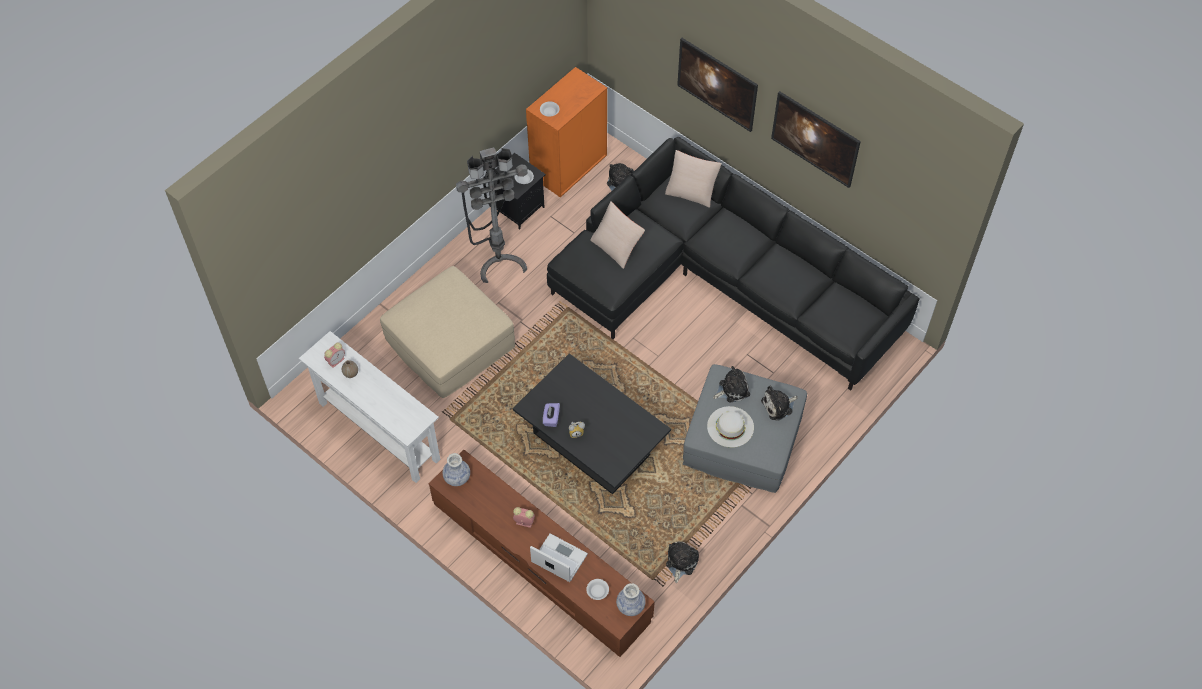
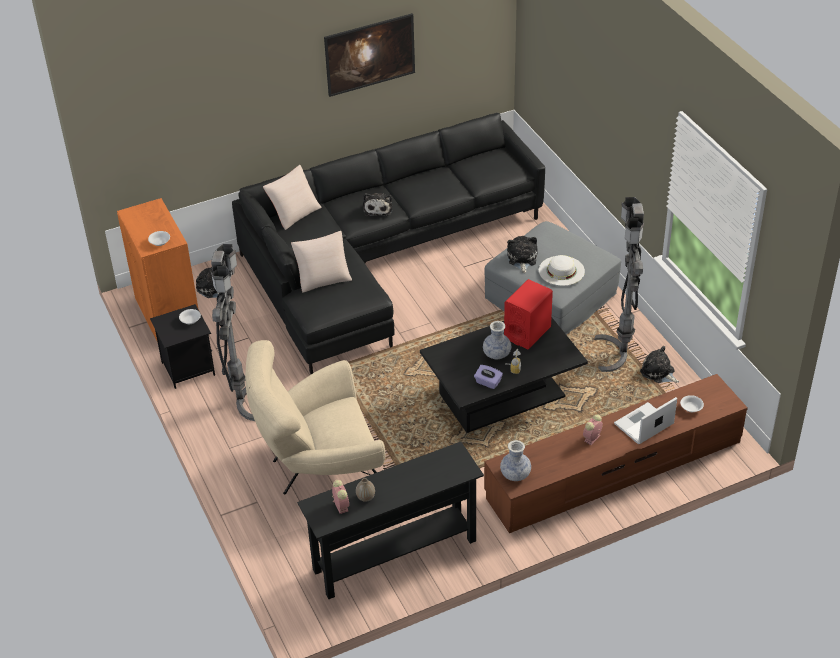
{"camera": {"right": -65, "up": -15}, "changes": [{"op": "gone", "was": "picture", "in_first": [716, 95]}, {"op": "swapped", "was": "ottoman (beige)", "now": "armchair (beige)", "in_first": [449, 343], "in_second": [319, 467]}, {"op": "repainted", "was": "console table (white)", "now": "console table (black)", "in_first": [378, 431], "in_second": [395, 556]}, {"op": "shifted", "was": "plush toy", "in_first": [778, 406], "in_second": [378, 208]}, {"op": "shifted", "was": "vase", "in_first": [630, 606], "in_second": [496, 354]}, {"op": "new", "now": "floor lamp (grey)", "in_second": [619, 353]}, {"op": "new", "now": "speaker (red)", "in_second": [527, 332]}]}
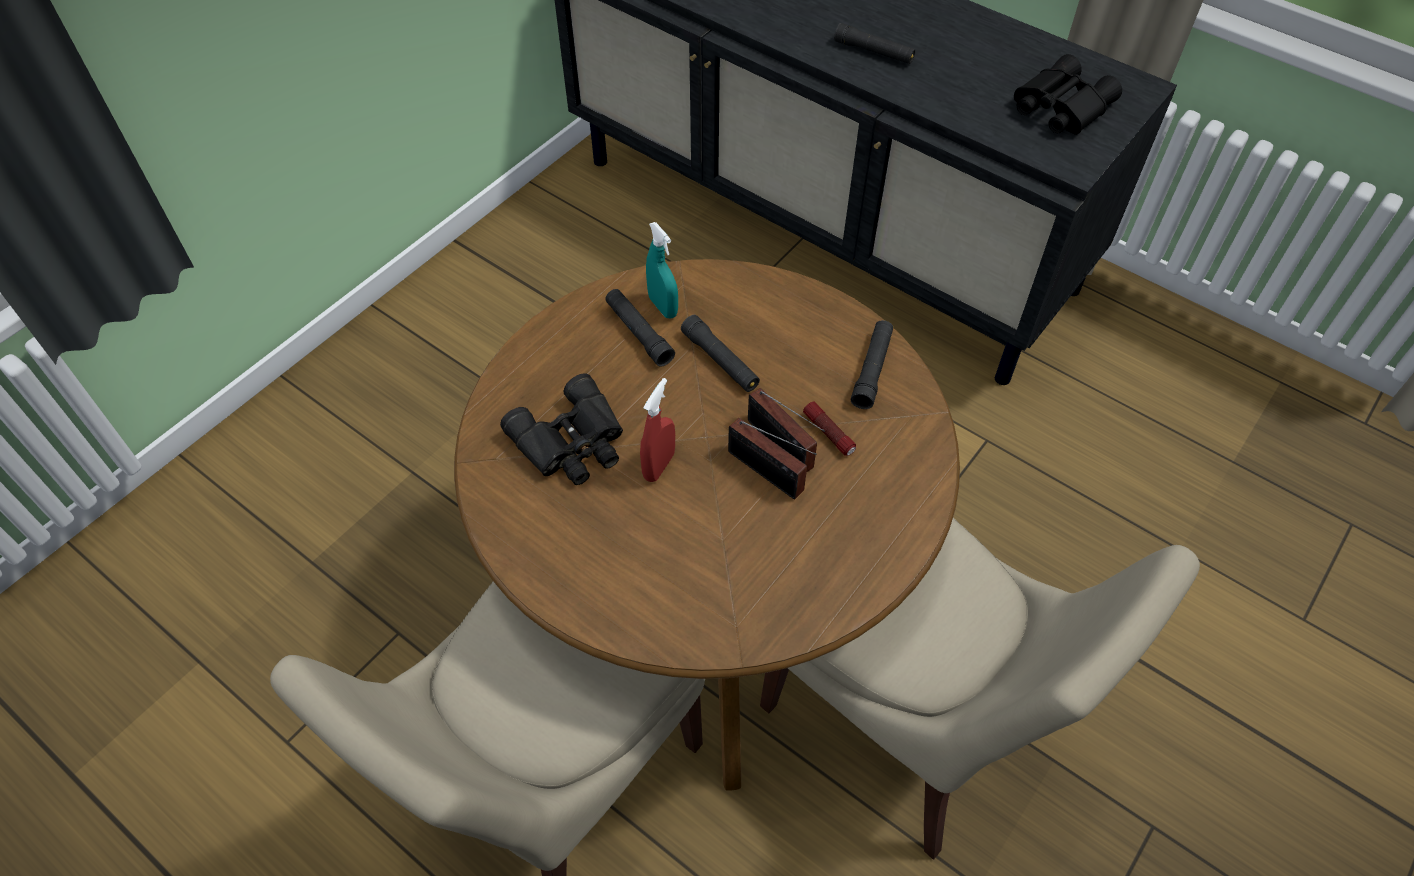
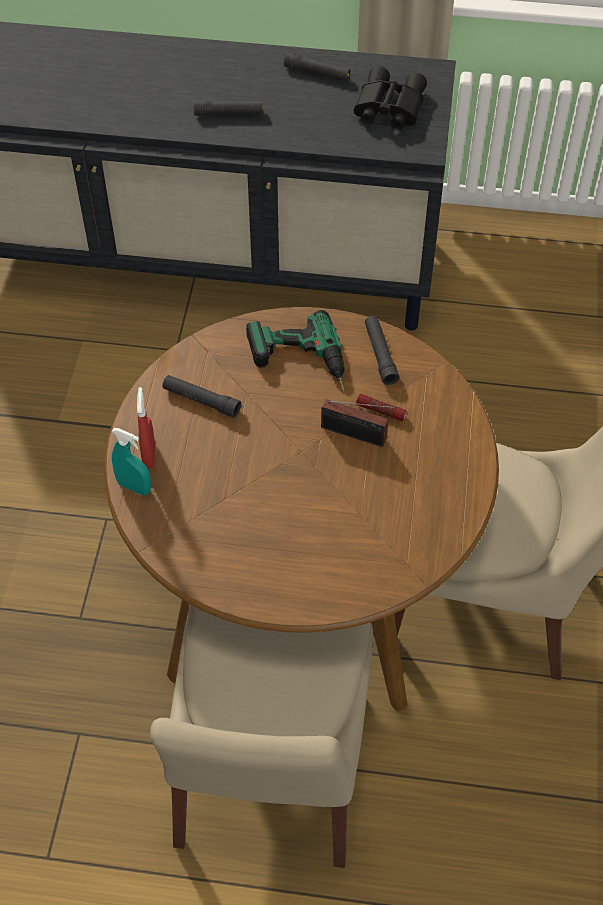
{"camera": {"right": -30, "up": 0}, "changes": [{"op": "shifted", "was": "spray bottle (turquoise)", "in_first": [663, 307], "in_second": [134, 487]}, {"op": "shifted", "was": "flashlight (black)", "in_first": [720, 361], "in_second": [317, 73]}, {"op": "gone", "was": "binoculars (black)", "in_first": [572, 443]}, {"op": "shifted", "was": "spray bottle (red)", "in_first": [659, 466], "in_second": [149, 455]}, {"op": "gone", "was": "radio", "in_first": [768, 474]}, {"op": "new", "now": "power drill", "in_second": [300, 364]}]}
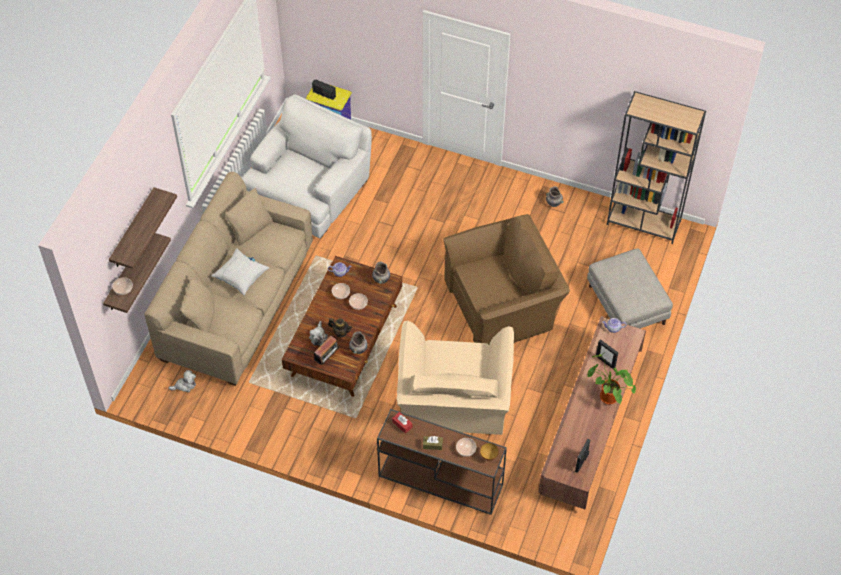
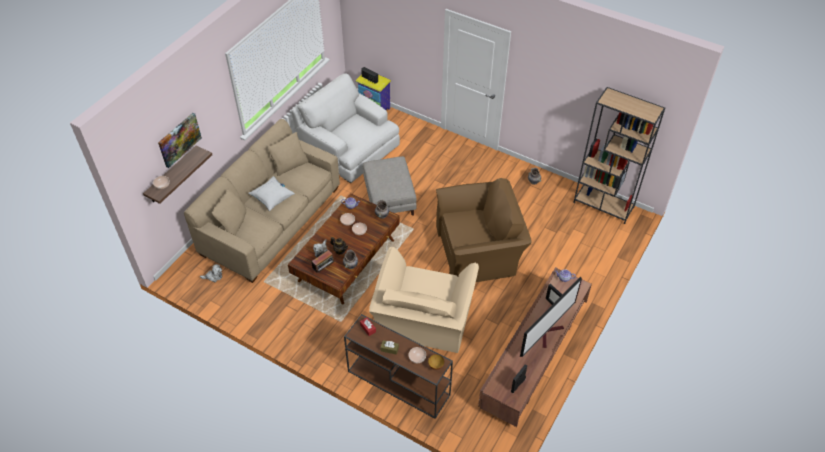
{"camera": {"right": 10, "up": -5}, "changes": [{"op": "rotated", "was": "armchair (white)", "in_first": [309, 188], "in_second": [348, 148], "clockwise": -90}, {"op": "swapped", "was": "shelf", "now": "picture", "in_first": [133, 229], "in_second": [179, 139]}, {"op": "shifted", "was": "ottoman (grey)", "in_first": [625, 304], "in_second": [389, 198]}, {"op": "swapped", "was": "potted plant", "now": "television", "in_first": [606, 397], "in_second": [549, 333]}]}
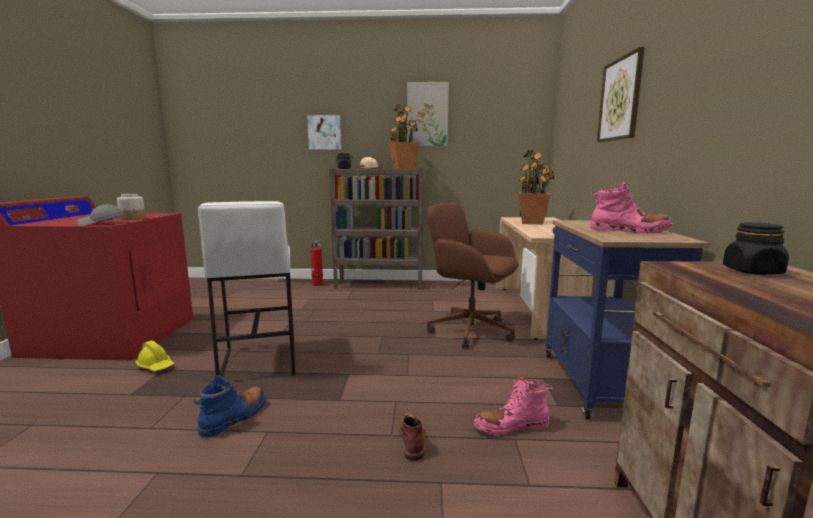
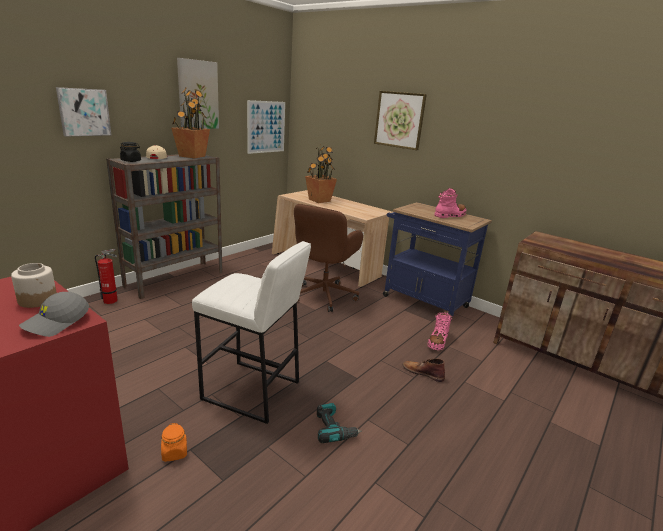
{"camera": {"right": -55, "up": 10}, "changes": [{"op": "rotated", "was": "office chair (brown)", "in_first": [471, 331], "in_second": [324, 296], "clockwise": -45}, {"op": "gone", "was": "jar (black)", "in_first": [752, 271]}, {"op": "swapped", "was": "hard hat (yellow)", "now": "jar (orange)", "in_first": [156, 366], "in_second": [174, 452]}, {"op": "swapped", "was": "boot (blue)", "now": "power drill", "in_first": [234, 417], "in_second": [334, 429]}, {"op": "new", "now": "picture", "in_second": [266, 127]}]}
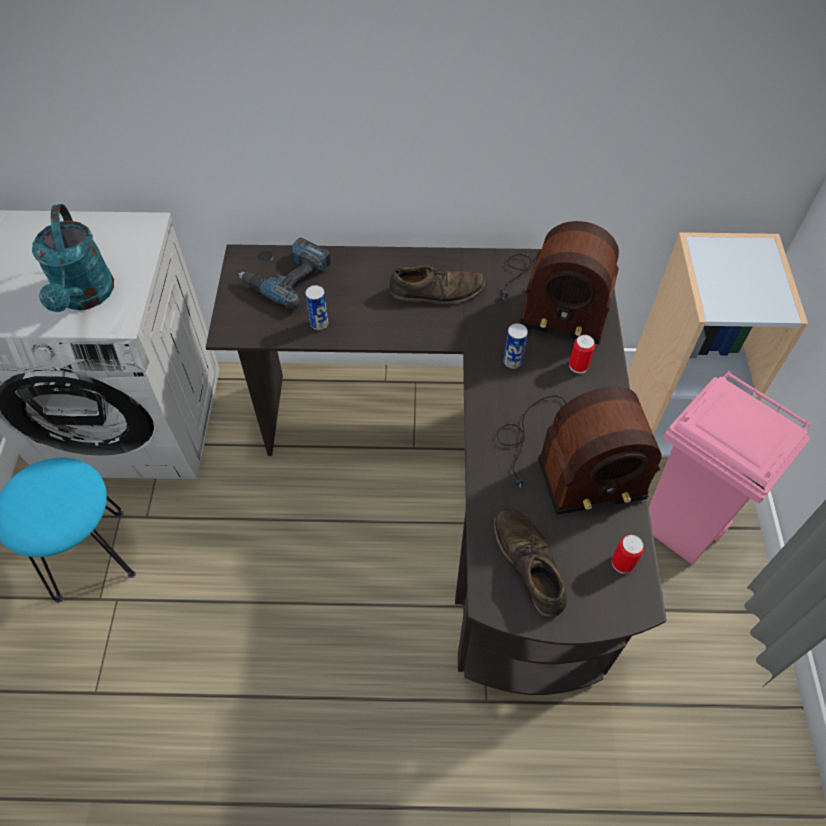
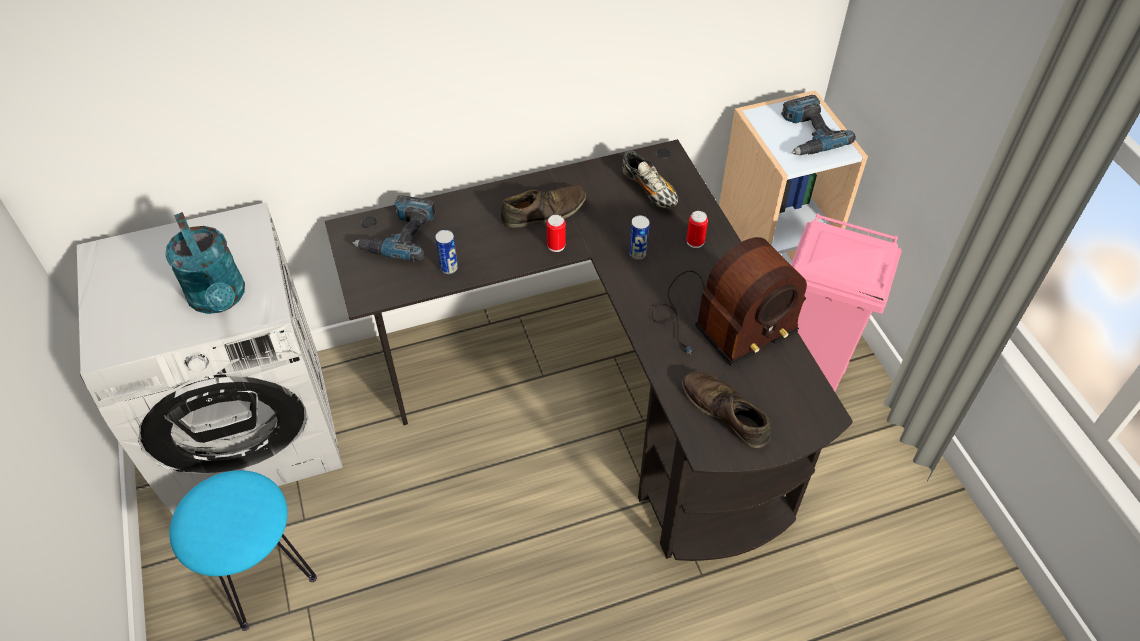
{"camera": {"right": -20, "up": -5}, "changes": [{"op": "swapped", "was": "radio", "now": "shoe", "in_first": [553, 297], "in_second": [649, 190]}, {"op": "shifted", "was": "can", "in_first": [622, 563], "in_second": [556, 245]}, {"op": "new", "now": "power drill", "in_second": [807, 134]}]}
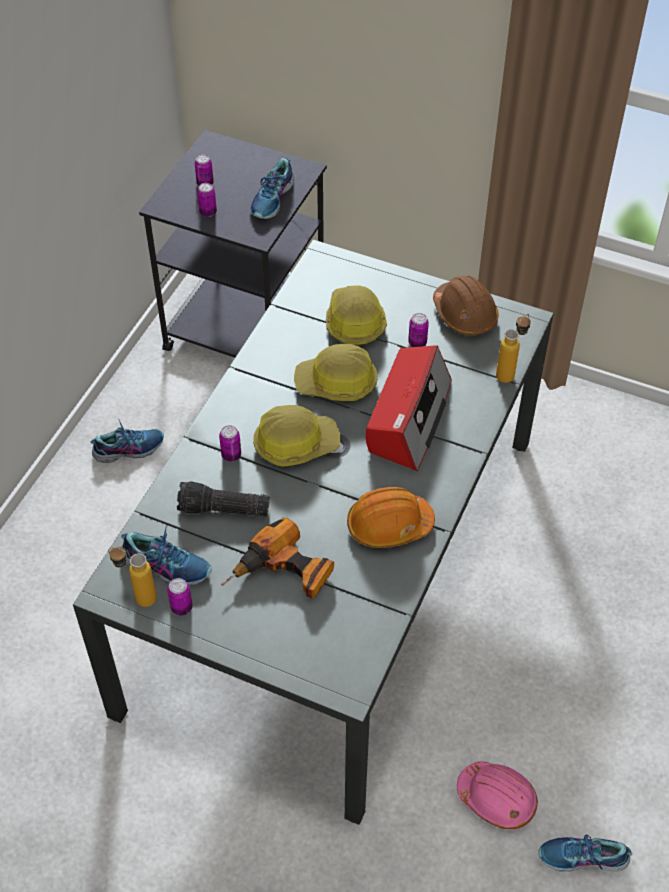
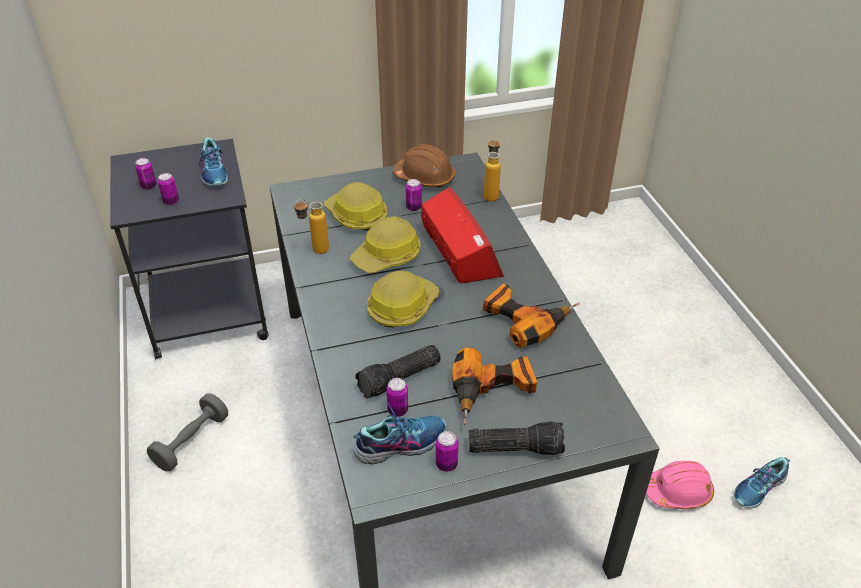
{"camera": {"right": -40, "up": -10}, "changes": [{"op": "swapped", "was": "shoe", "now": "dumbbell (grey)", "in_first": [129, 448], "in_second": [191, 441]}, {"op": "shifted", "was": "can", "in_first": [231, 455], "in_second": [397, 410]}, {"op": "swapped", "was": "hard hat (orange)", "now": "power drill", "in_first": [389, 525], "in_second": [525, 318]}, {"op": "shifted", "was": "bottle", "in_first": [137, 597], "in_second": [314, 251]}, {"op": "new", "now": "flashlight", "in_second": [516, 447]}]}
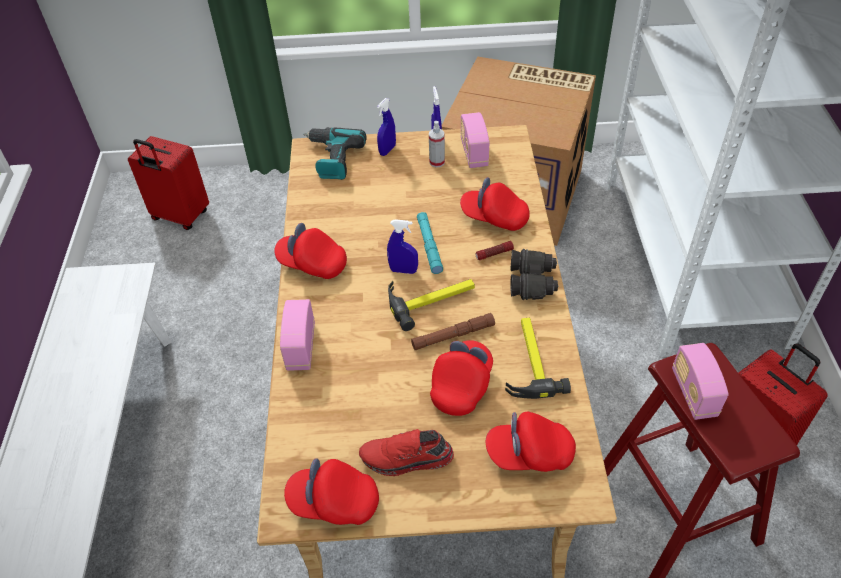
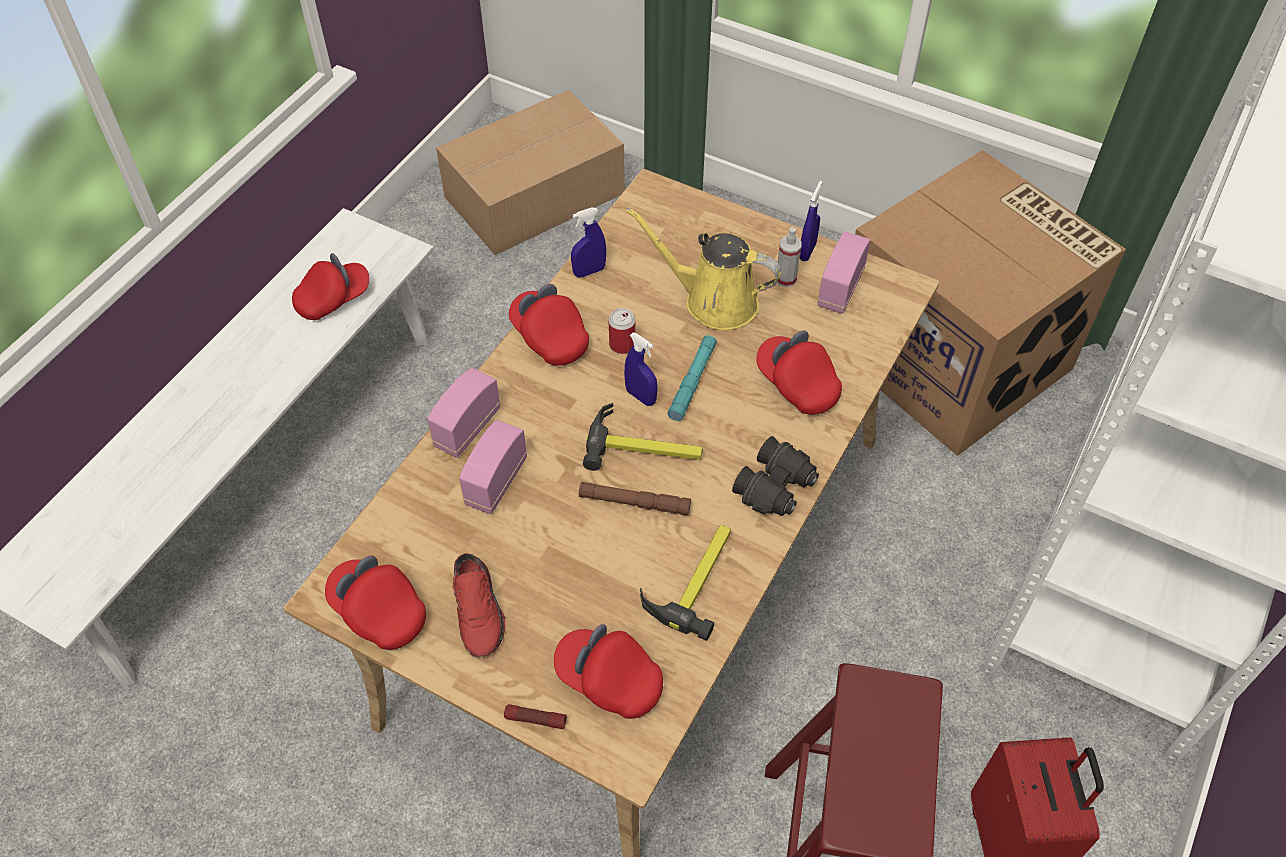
{"camera": {"right": 30, "up": 5}, "changes": [{"op": "shifted", "was": "spray bottle (blue)", "in_first": [387, 150], "in_second": [589, 271]}, {"op": "gone", "was": "power drill", "in_first": [332, 159]}, {"op": "swapped", "was": "suitcase (red)", "now": "cardboard box", "in_first": [180, 216], "in_second": [532, 195]}, {"op": "shifted", "was": "flashlight", "in_first": [494, 254], "in_second": [535, 720]}, {"op": "shifted", "was": "cap (red)", "in_first": [462, 385], "in_second": [333, 299]}, {"op": "shifted", "was": "radio", "in_first": [693, 393], "in_second": [496, 482]}, {"op": "rotated", "was": "shoe (red)", "in_first": [406, 460], "in_second": [480, 611], "clockwise": -135}, {"op": "new", "now": "watering can (yellow)", "in_second": [713, 301]}, {"op": "new", "now": "can", "in_second": [622, 345]}]}
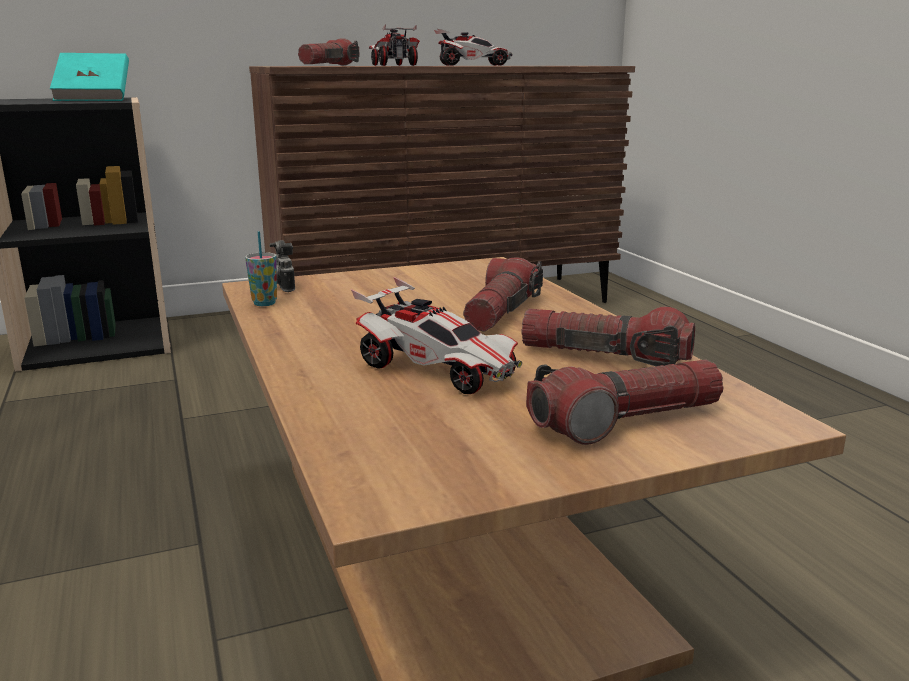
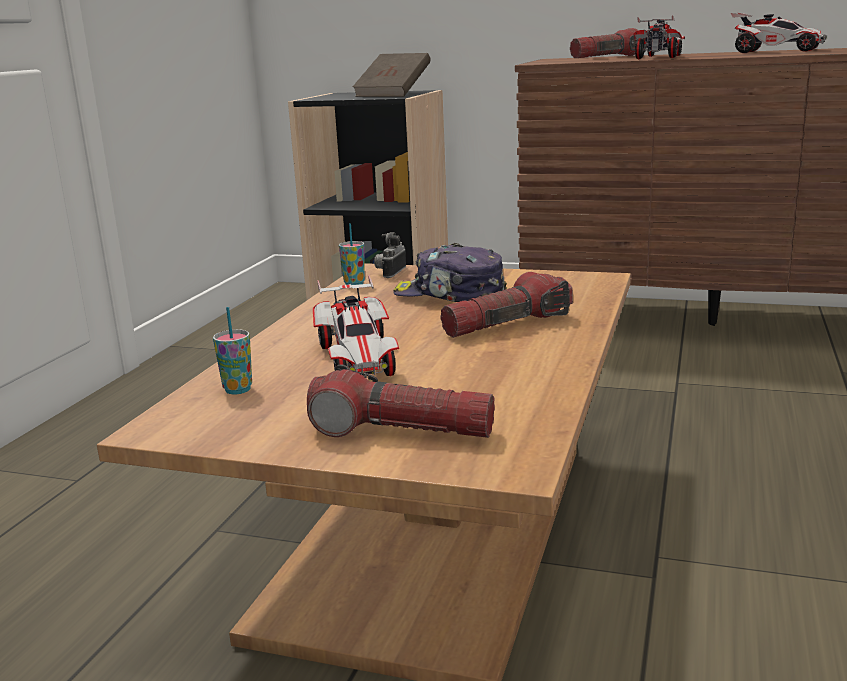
{"camera": {"right": 40, "up": 0}, "changes": [{"op": "repainted", "was": "book (turquoise)", "now": "book (brown)", "in_first": [95, 99], "in_second": [393, 94]}, {"op": "gone", "was": "flashlight", "in_first": [605, 357]}, {"op": "new", "now": "cap", "in_second": [450, 295]}, {"op": "new", "now": "cup", "in_second": [238, 390]}]}
